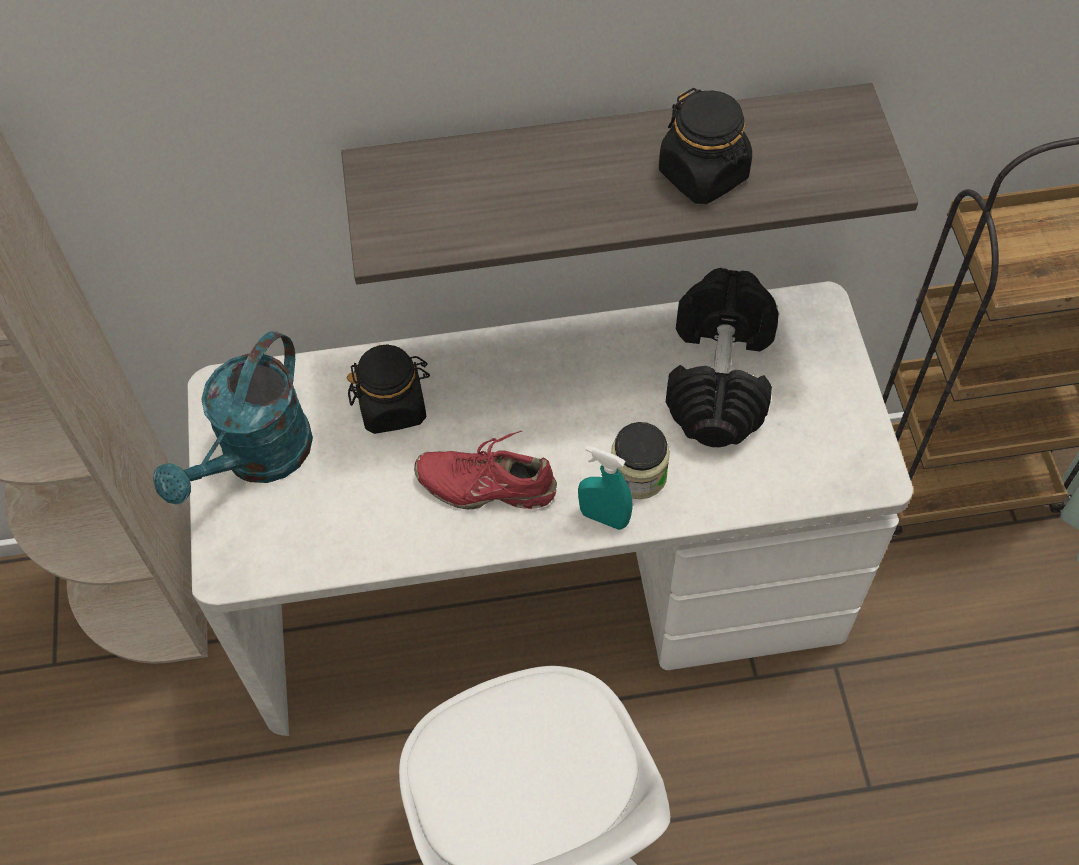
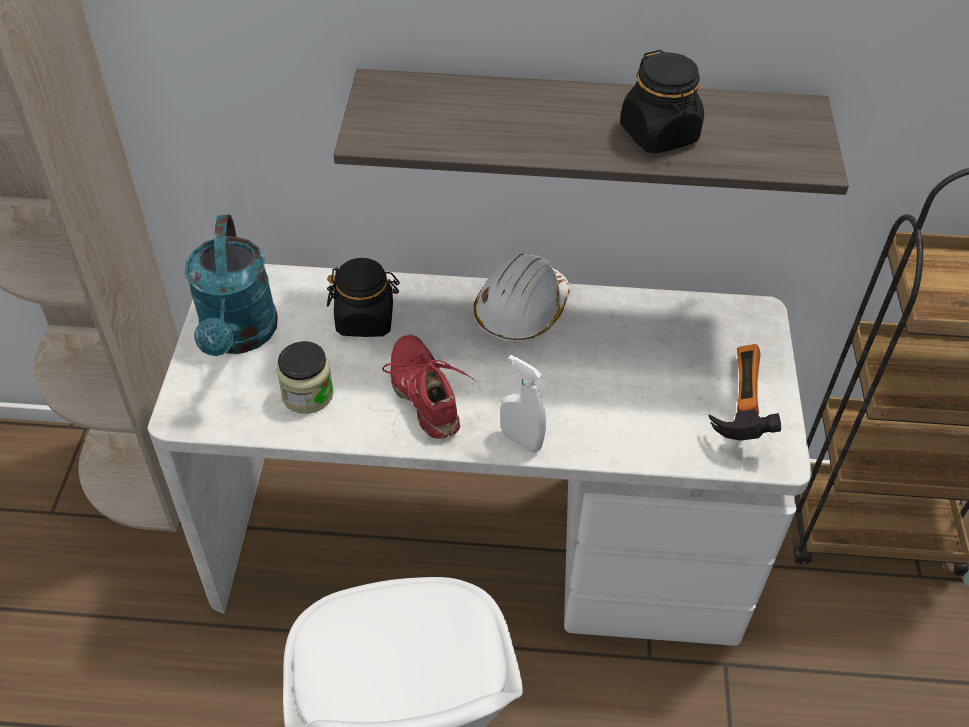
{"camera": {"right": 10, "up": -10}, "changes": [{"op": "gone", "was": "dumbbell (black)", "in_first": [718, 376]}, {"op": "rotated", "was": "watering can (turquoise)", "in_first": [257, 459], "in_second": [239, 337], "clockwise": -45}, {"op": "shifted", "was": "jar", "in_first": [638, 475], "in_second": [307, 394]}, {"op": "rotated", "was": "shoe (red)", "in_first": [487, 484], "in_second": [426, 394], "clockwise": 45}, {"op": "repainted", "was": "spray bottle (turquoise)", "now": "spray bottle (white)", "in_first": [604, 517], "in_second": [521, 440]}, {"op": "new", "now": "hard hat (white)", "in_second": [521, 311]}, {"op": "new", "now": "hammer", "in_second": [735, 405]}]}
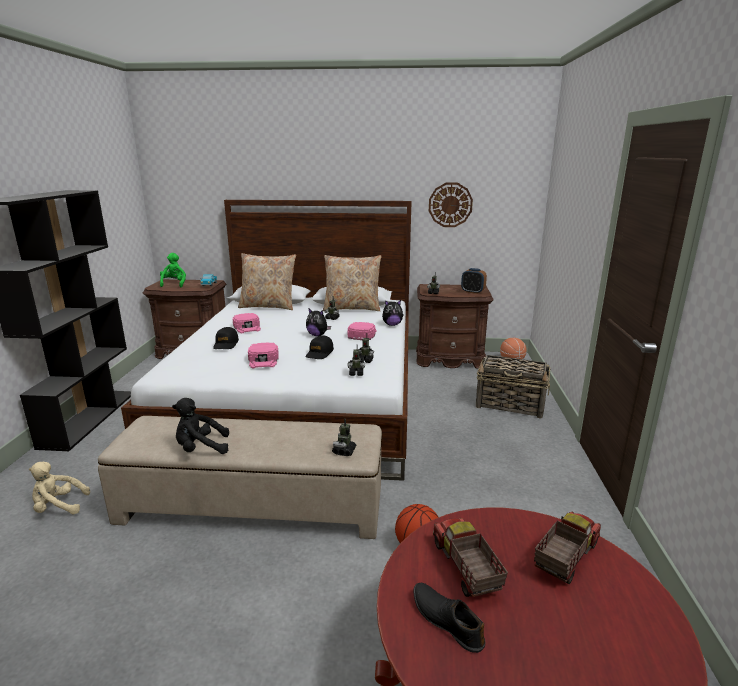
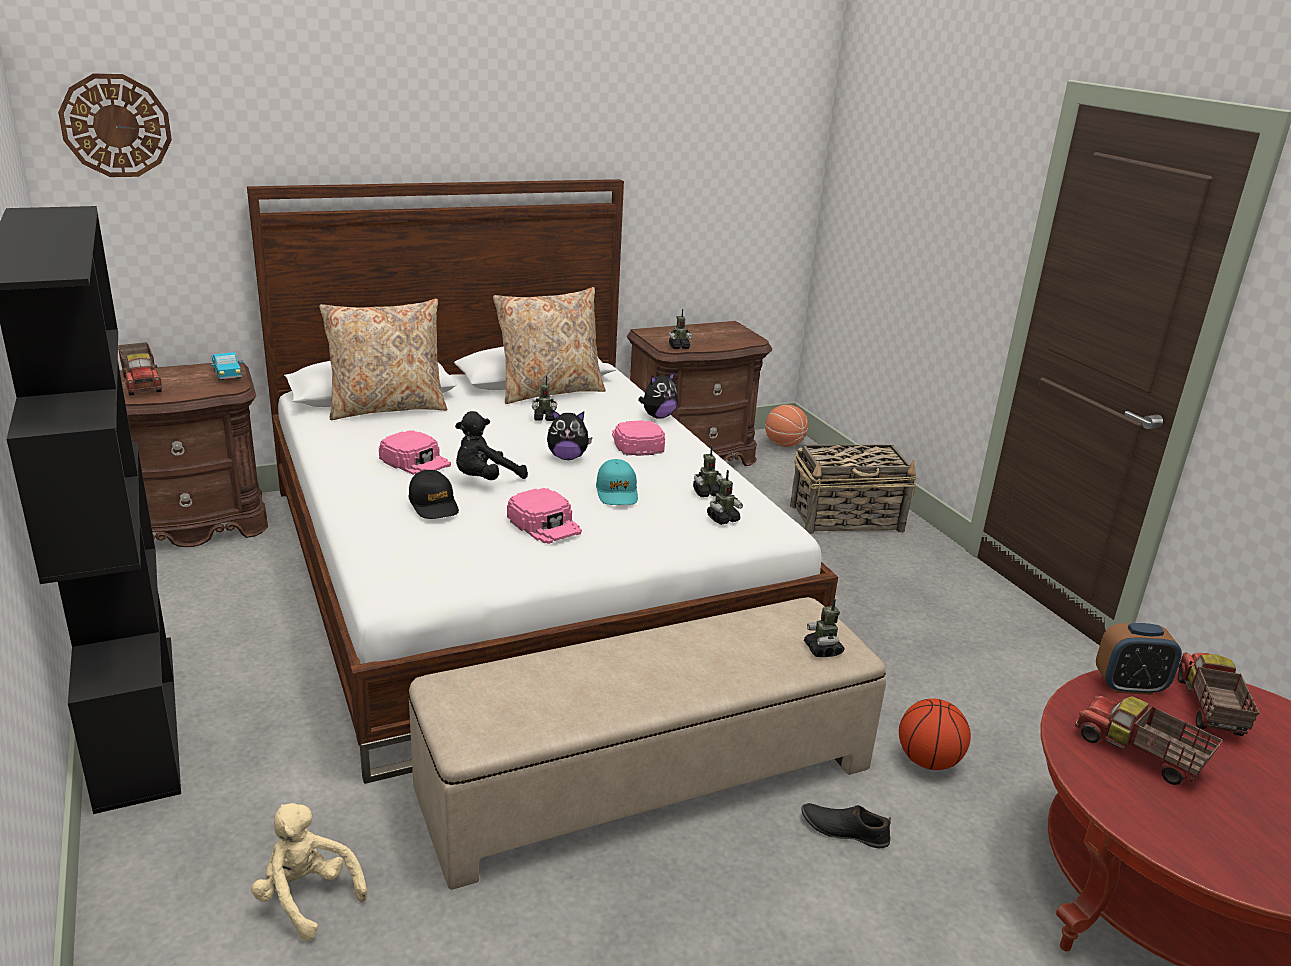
{"camera": {"right": -30, "up": 5}, "changes": [{"op": "shifted", "was": "wall clock", "in_first": [450, 205], "in_second": [116, 126]}, {"op": "swapped", "was": "plush toy (green)", "now": "toy truck", "in_first": [174, 284], "in_second": [142, 383]}, {"op": "shifted", "was": "alarm clock", "in_first": [472, 292], "in_second": [1129, 686]}, {"op": "repainted", "was": "cap (black)", "now": "cap (turquoise)", "in_first": [319, 353], "in_second": [617, 492]}, {"op": "shifted", "was": "plush toy (black)", "in_first": [201, 448], "in_second": [485, 480]}, {"op": "rotated", "was": "plush toy (beige)", "in_first": [58, 507], "in_second": [307, 897], "clockwise": 75}, {"op": "shifted", "was": "shoe (black)", "in_first": [447, 620], "in_second": [844, 830]}]}
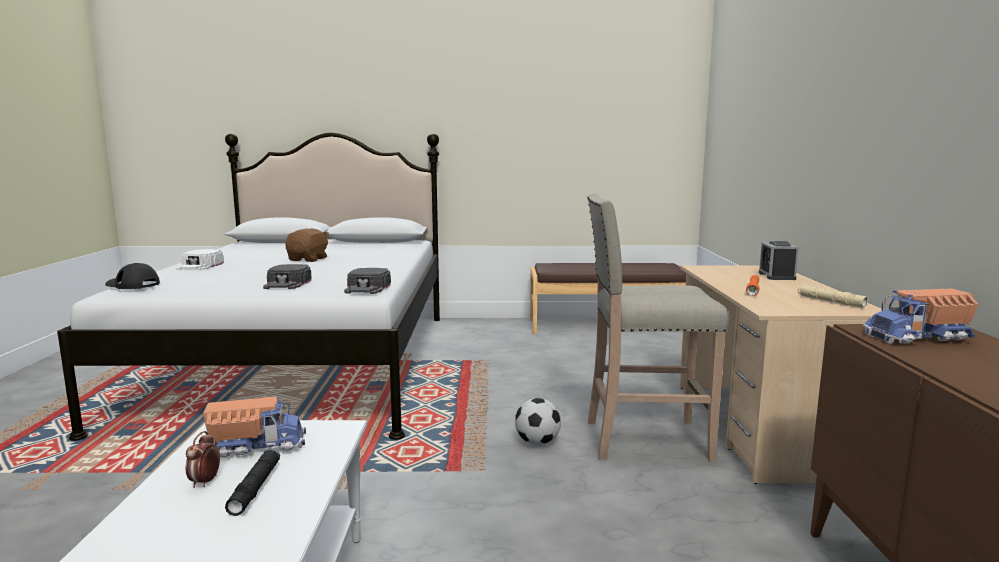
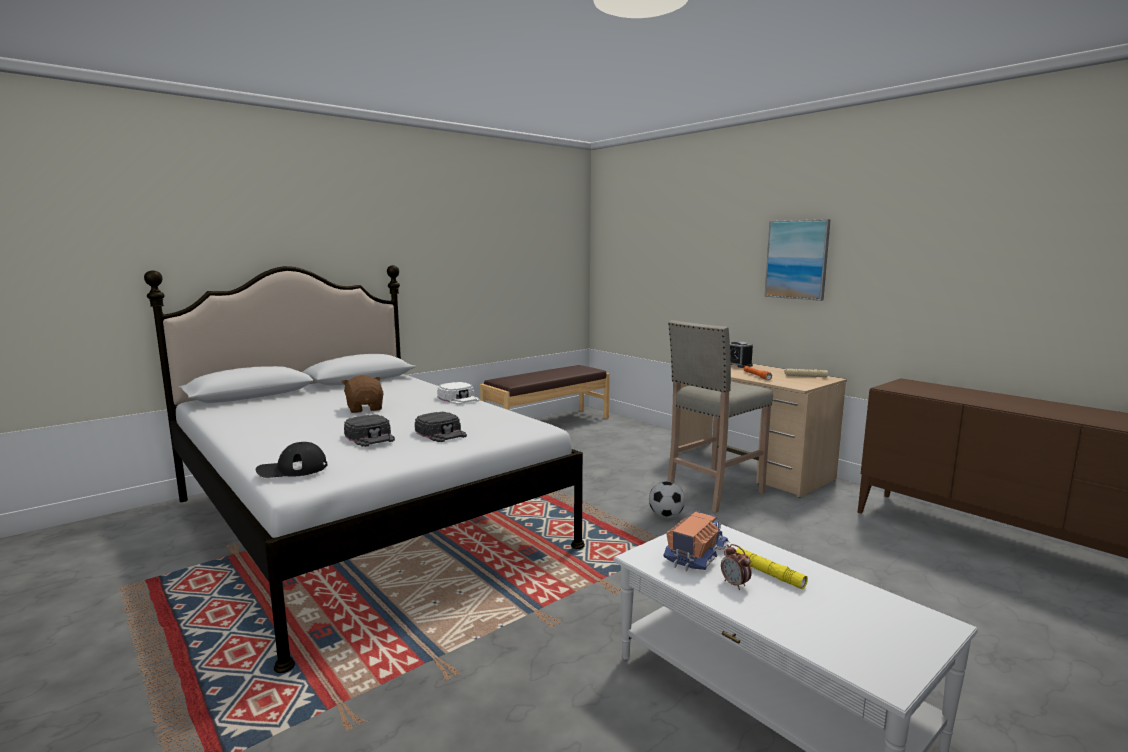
{"camera": {"right": -40, "up": 0}, "changes": [{"op": "shifted", "was": "cap (white)", "in_first": [200, 265], "in_second": [459, 398]}, {"op": "shifted", "was": "cap (black)", "in_first": [367, 287], "in_second": [370, 437]}, {"op": "gone", "was": "toy truck", "in_first": [918, 338]}, {"op": "repainted", "was": "flashlight (black)", "now": "flashlight (yellow)", "in_first": [255, 488], "in_second": [767, 573]}, {"op": "new", "now": "picture", "in_second": [797, 259]}]}
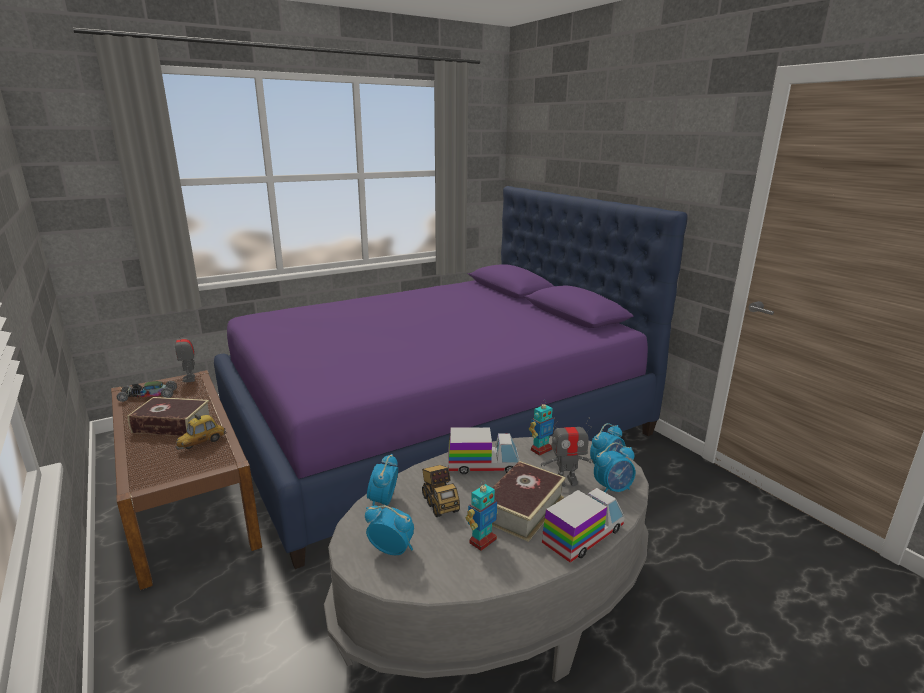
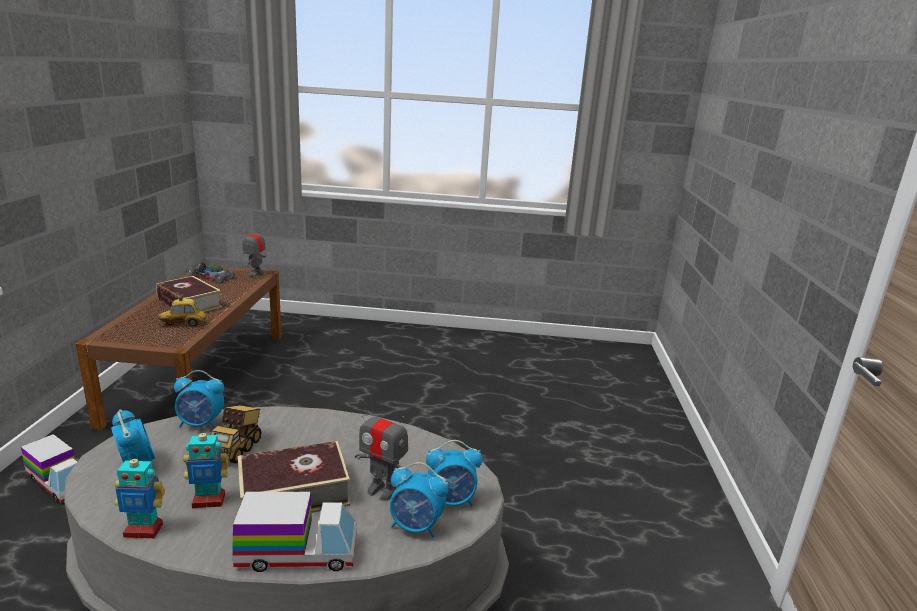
{"camera": {"right": 35, "up": 0}, "changes": [{"op": "gone", "was": "bed (purple)", "in_first": [436, 425]}, {"op": "shifted", "was": "toy robot", "in_first": [541, 449], "in_second": [144, 530]}, {"op": "shifted", "was": "toy truck", "in_first": [483, 465], "in_second": [59, 482]}, {"op": "rotated", "was": "alarm clock", "in_first": [383, 501], "in_second": [201, 424], "clockwise": -135}]}
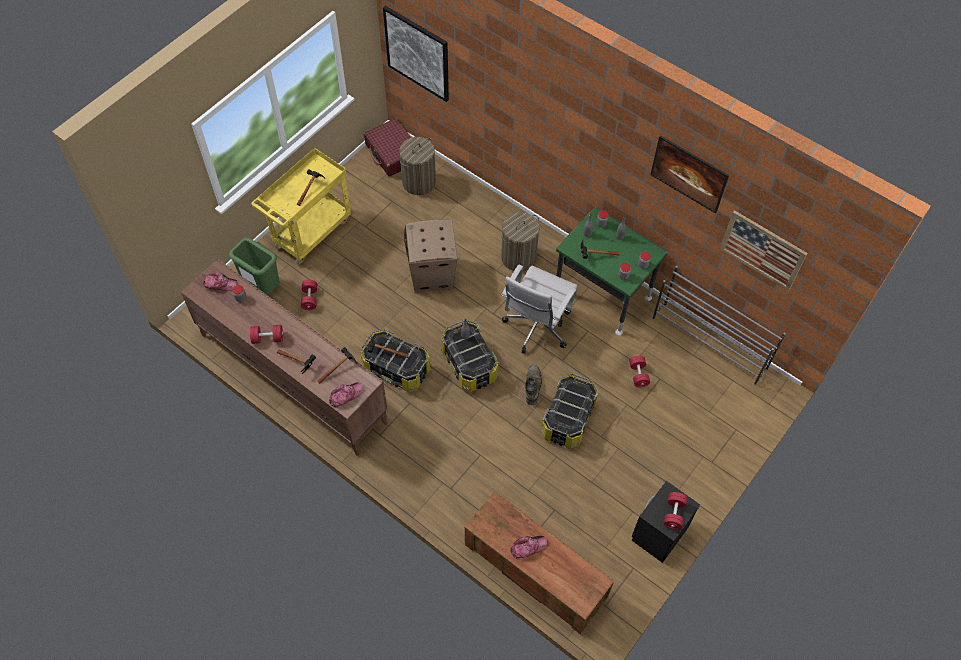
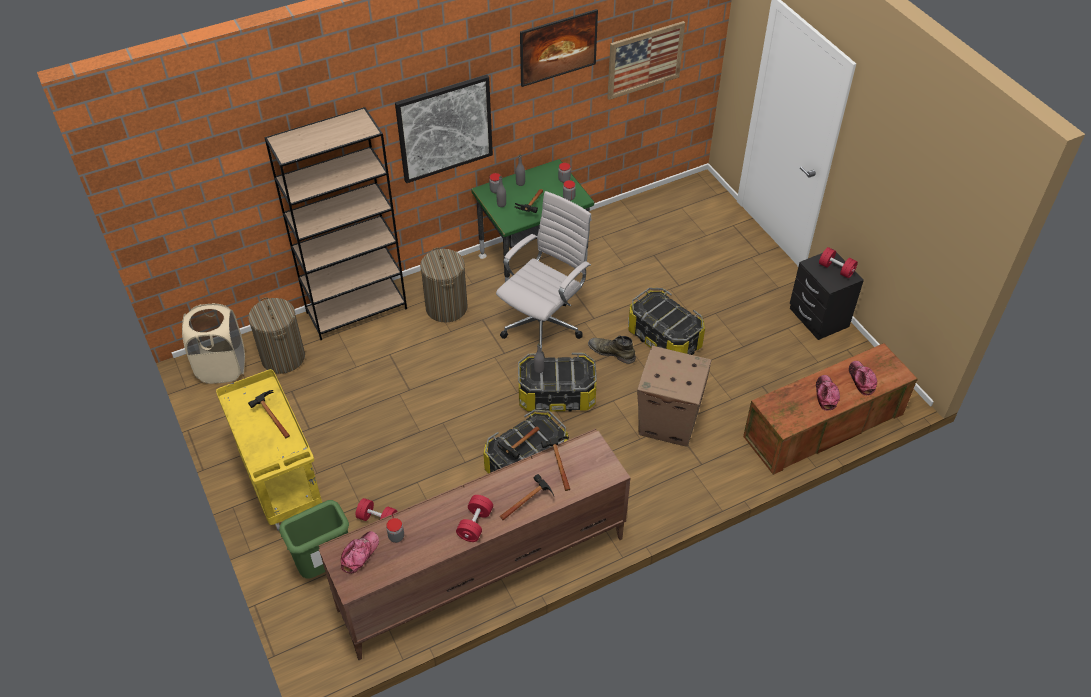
{"camera": {"right": -65, "up": -10}, "changes": [{"op": "shifted", "was": "picture", "in_first": [417, 53], "in_second": [445, 128]}, {"op": "swapped", "was": "suitcase (red)", "now": "laundry basket (beige)", "in_first": [393, 153], "in_second": [222, 367]}, {"op": "shifted", "was": "cardboard box", "in_first": [432, 275], "in_second": [669, 421]}, {"op": "rotated", "was": "office chair (white)", "in_first": [536, 329], "in_second": [544, 325], "clockwise": -105}, {"op": "gone", "was": "shoe rack (grey)", "in_first": [709, 344]}, {"op": "gone", "was": "dumbbell (red)", "in_first": [638, 375]}, {"op": "shifted", "was": "cap", "in_first": [345, 395], "in_second": [861, 380]}, {"op": "new", "now": "bookcase (beige)", "in_second": [357, 310]}]}
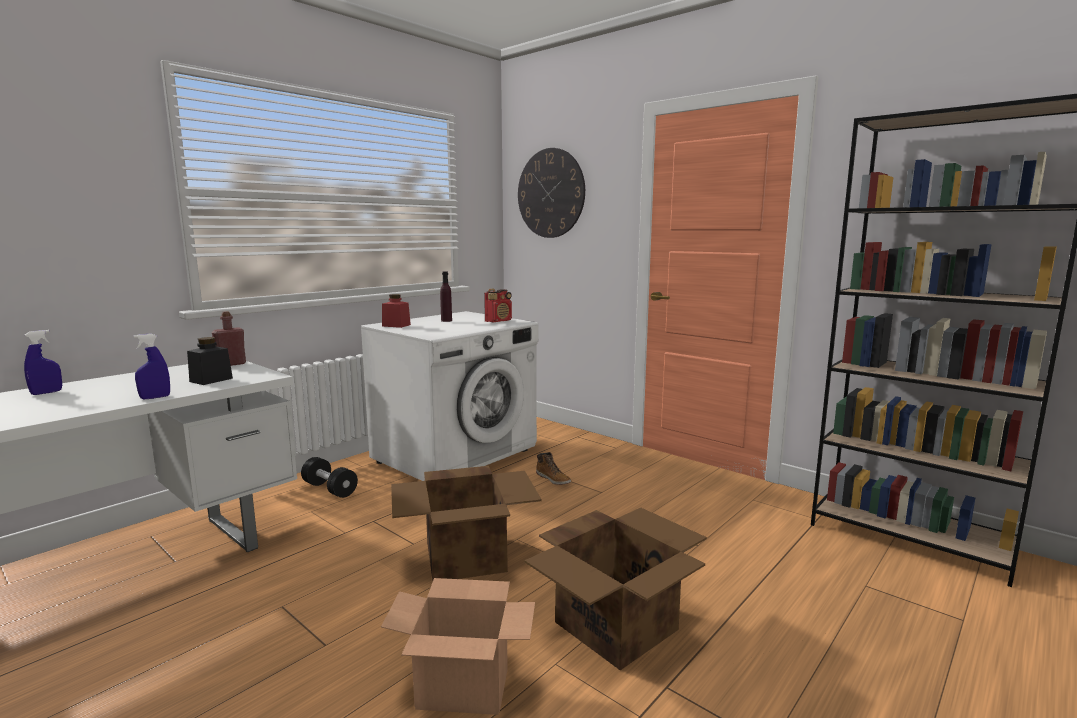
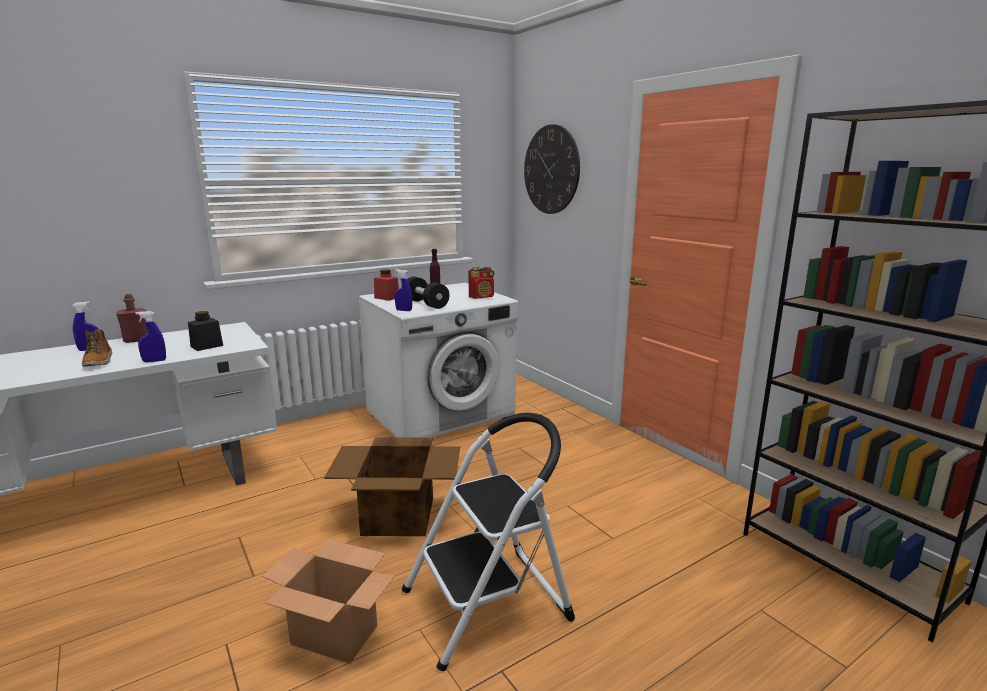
{"camera": {"right": 15, "up": 5}, "changes": [{"op": "shifted", "was": "bottle (red)", "in_first": [231, 364], "in_second": [136, 340]}, {"op": "shifted", "was": "boot", "in_first": [553, 479], "in_second": [99, 361]}, {"op": "shifted", "was": "dumbbell (black)", "in_first": [330, 489], "in_second": [426, 304]}, {"op": "swapped", "was": "cardboard box", "now": "step ladder", "in_first": [617, 625], "in_second": [491, 604]}, {"op": "new", "now": "spray bottle (blue)", "in_second": [404, 310]}]}
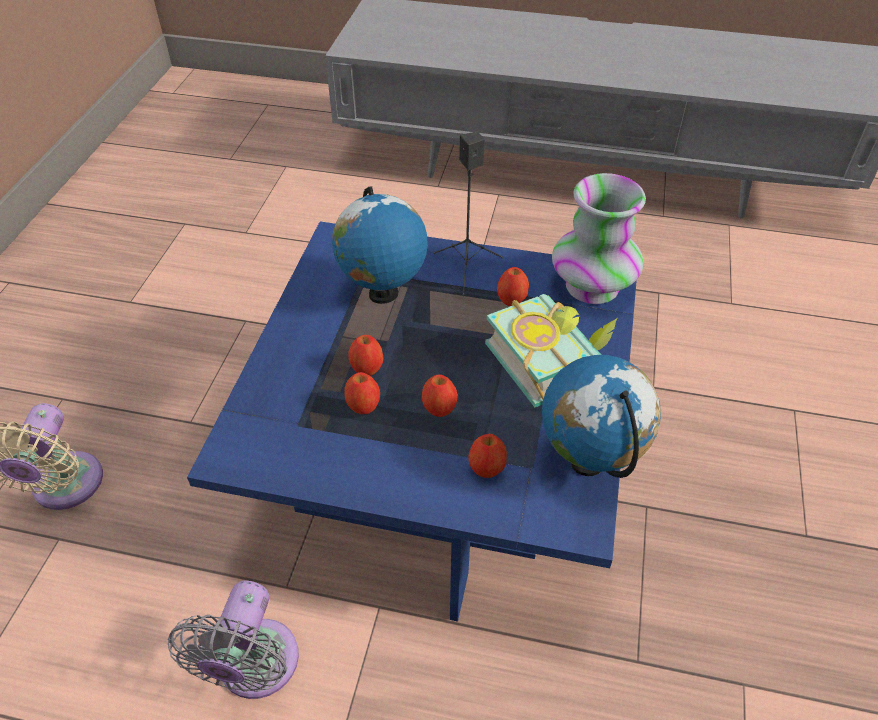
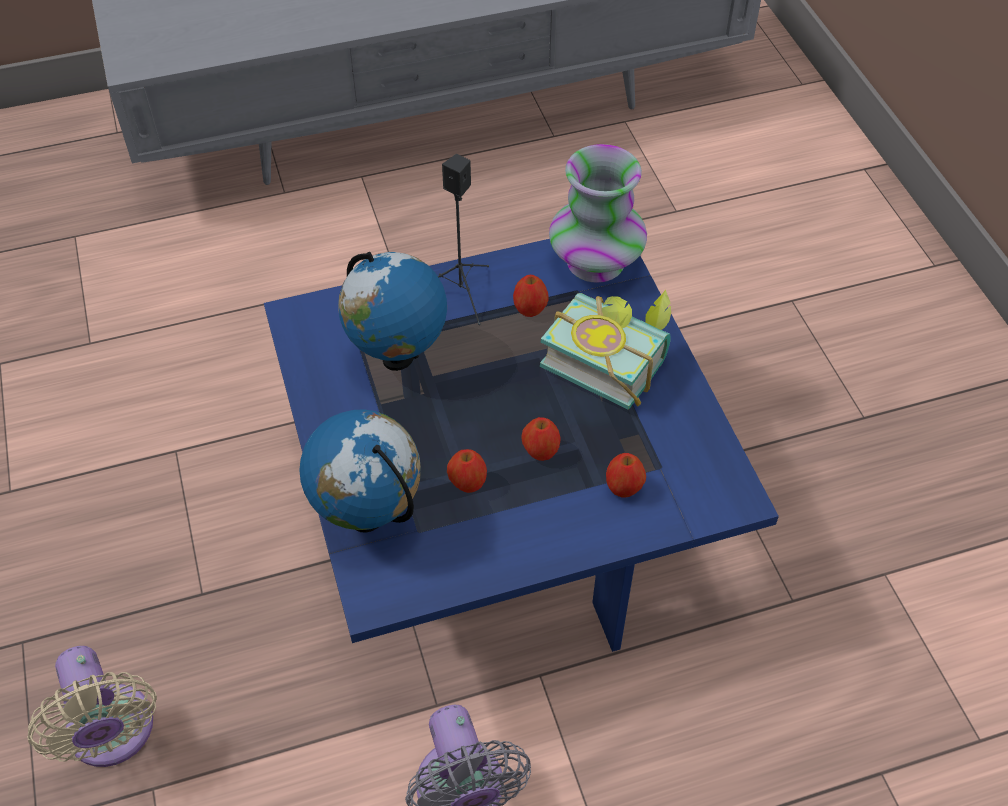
{"camera": {"right": -30, "up": 5}, "changes": [{"op": "gone", "was": "apple", "in_first": [367, 368]}, {"op": "shifted", "was": "globe", "in_first": [589, 463], "in_second": [368, 517]}]}
